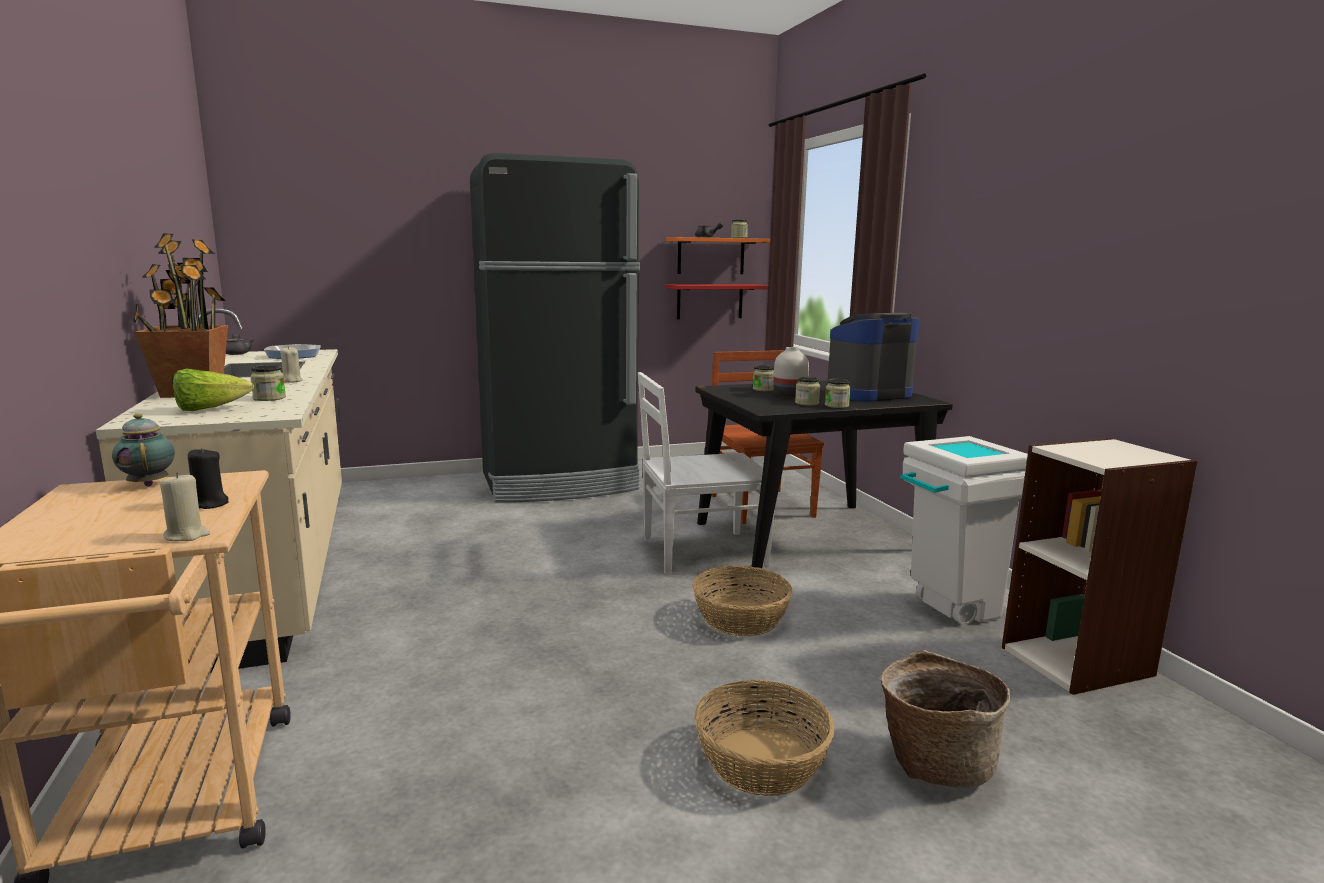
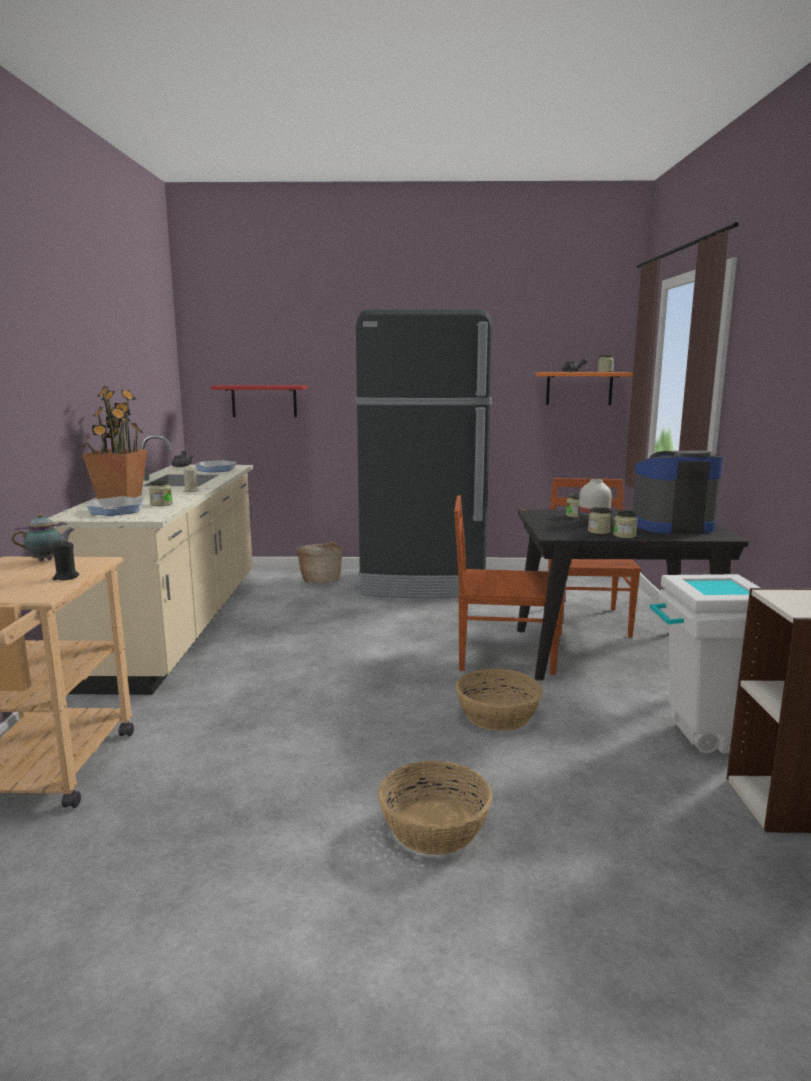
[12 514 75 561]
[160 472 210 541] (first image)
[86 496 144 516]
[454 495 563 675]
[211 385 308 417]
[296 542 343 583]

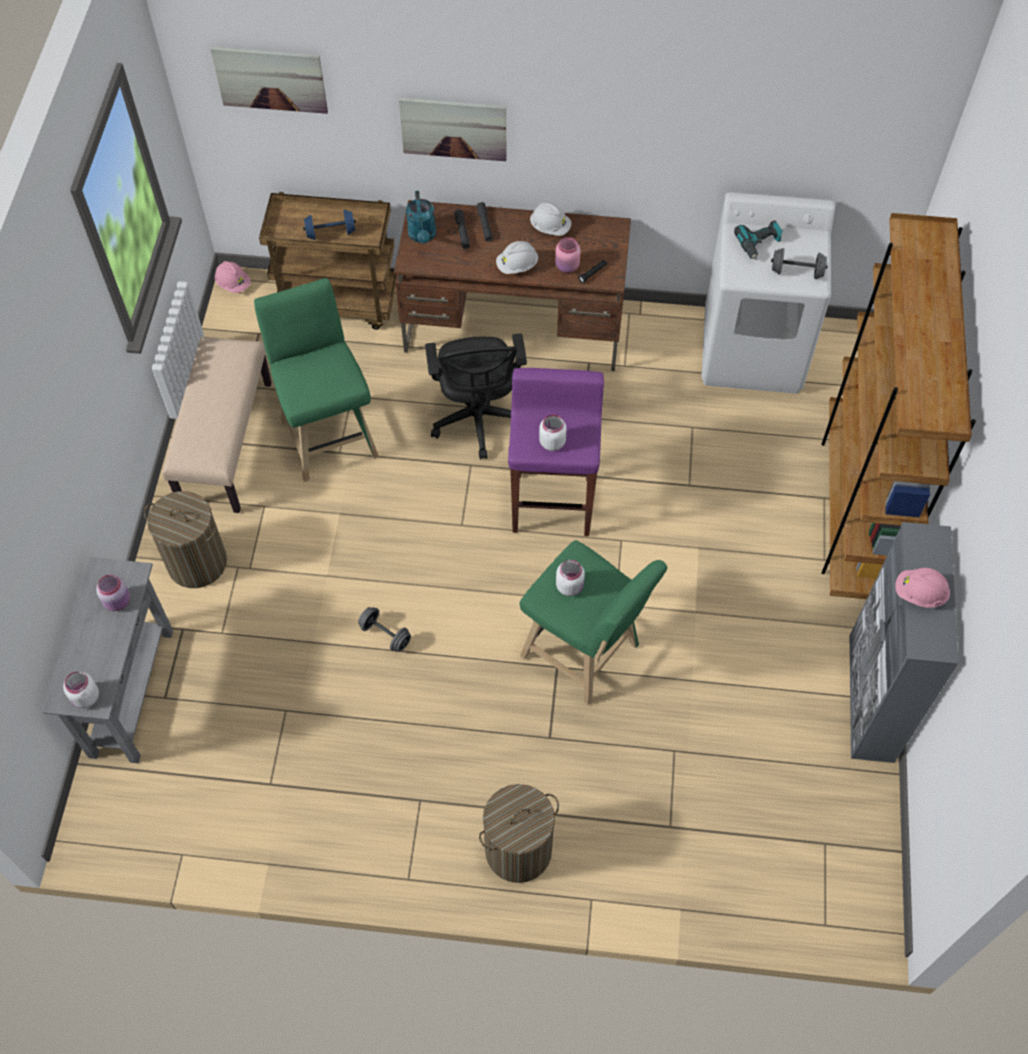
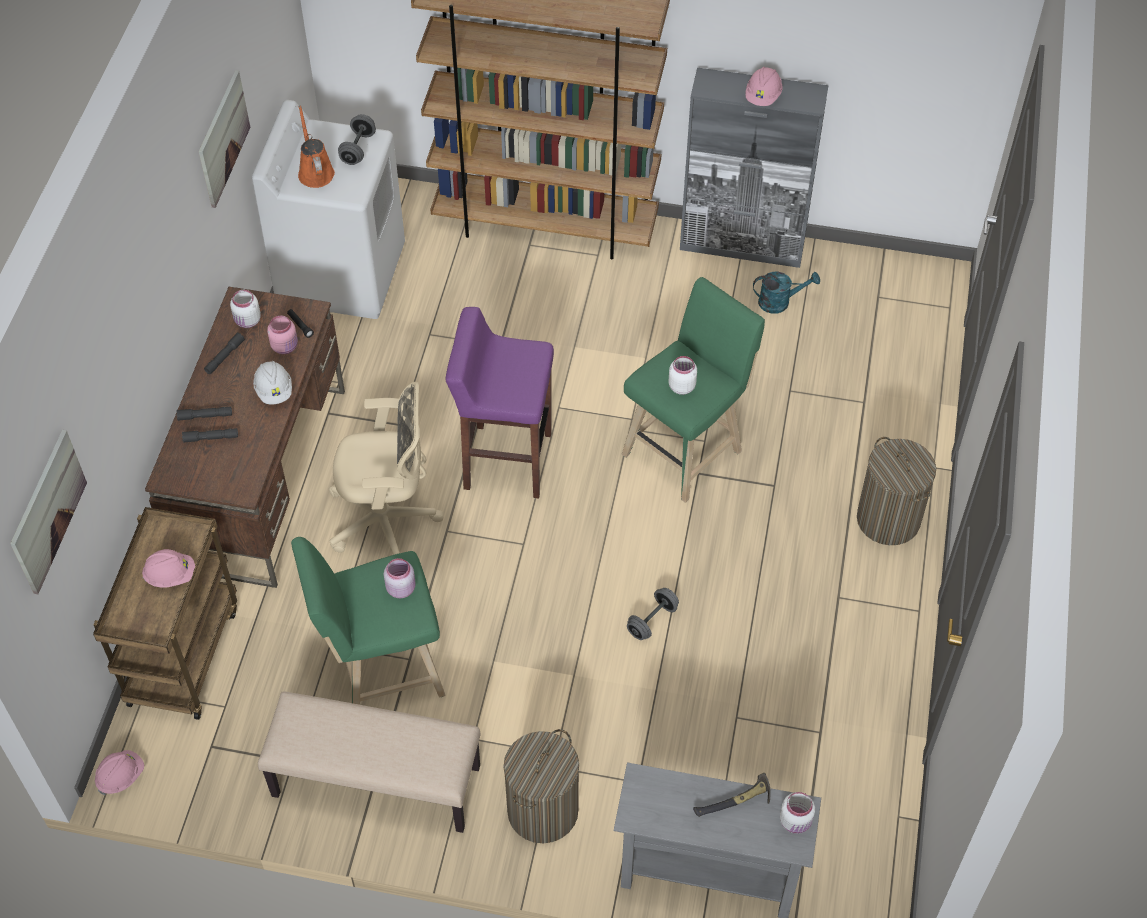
[384 558 416 598]
[142 549 195 588]
[199 70 250 208]
[753 272 820 314]
[329 382 444 555]
[204 333 245 374]
[230 290 261 328]
[298 105 335 188]
[693 773 770 817]

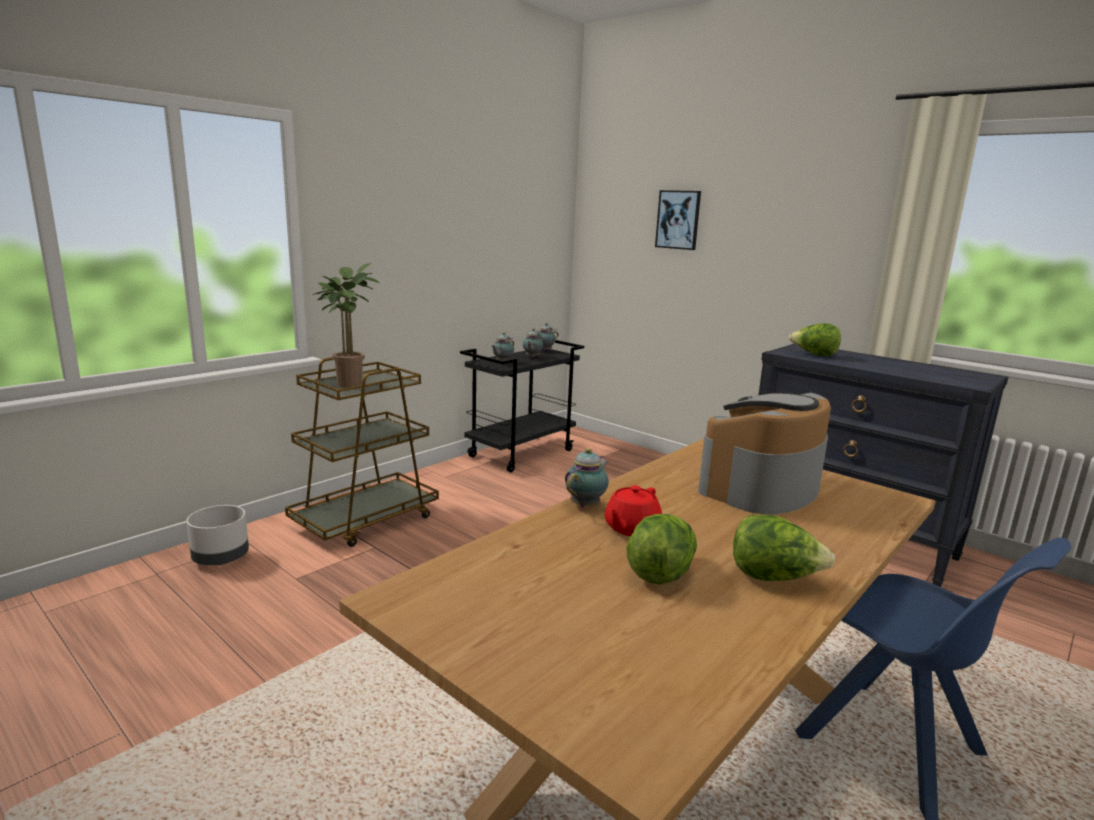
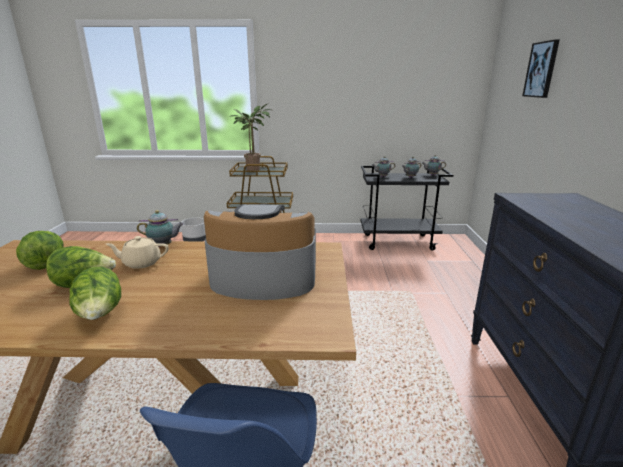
[106 236 169 269]
[16 231 63 270]

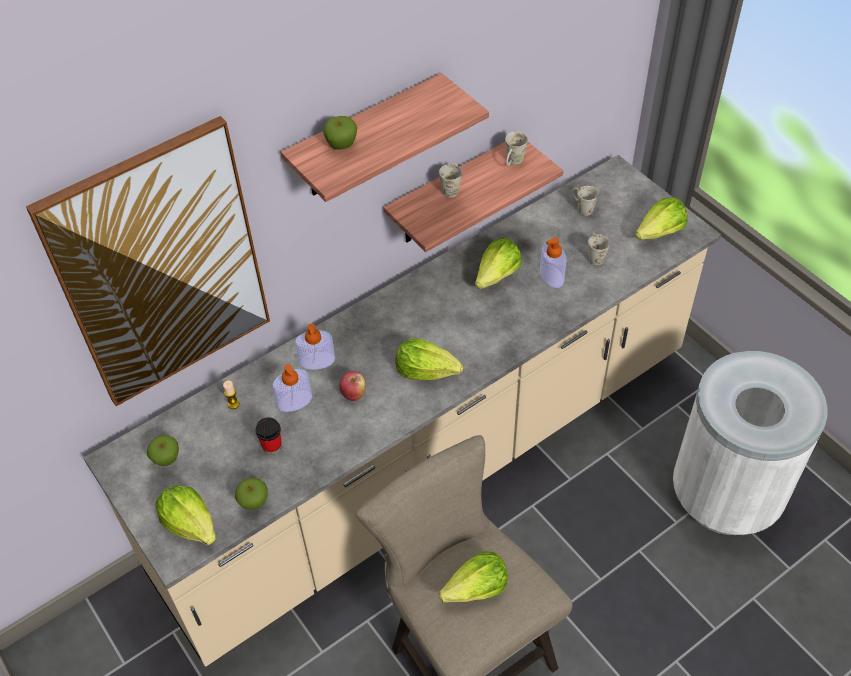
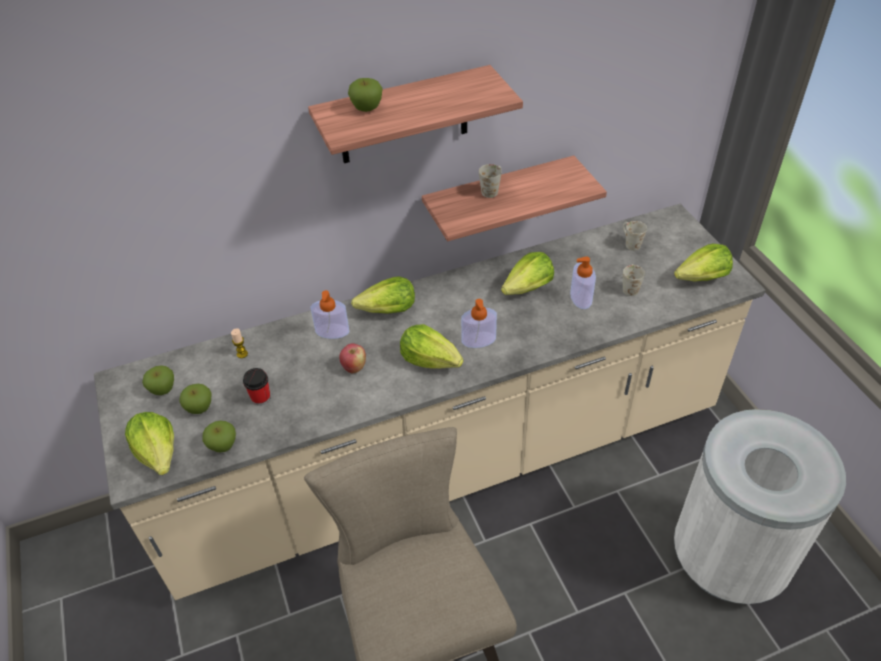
[26 116 270 406] (first image)
[461 299 497 348]
[351 276 415 314]
[505 132 528 166] (first image)
[179 384 211 414]

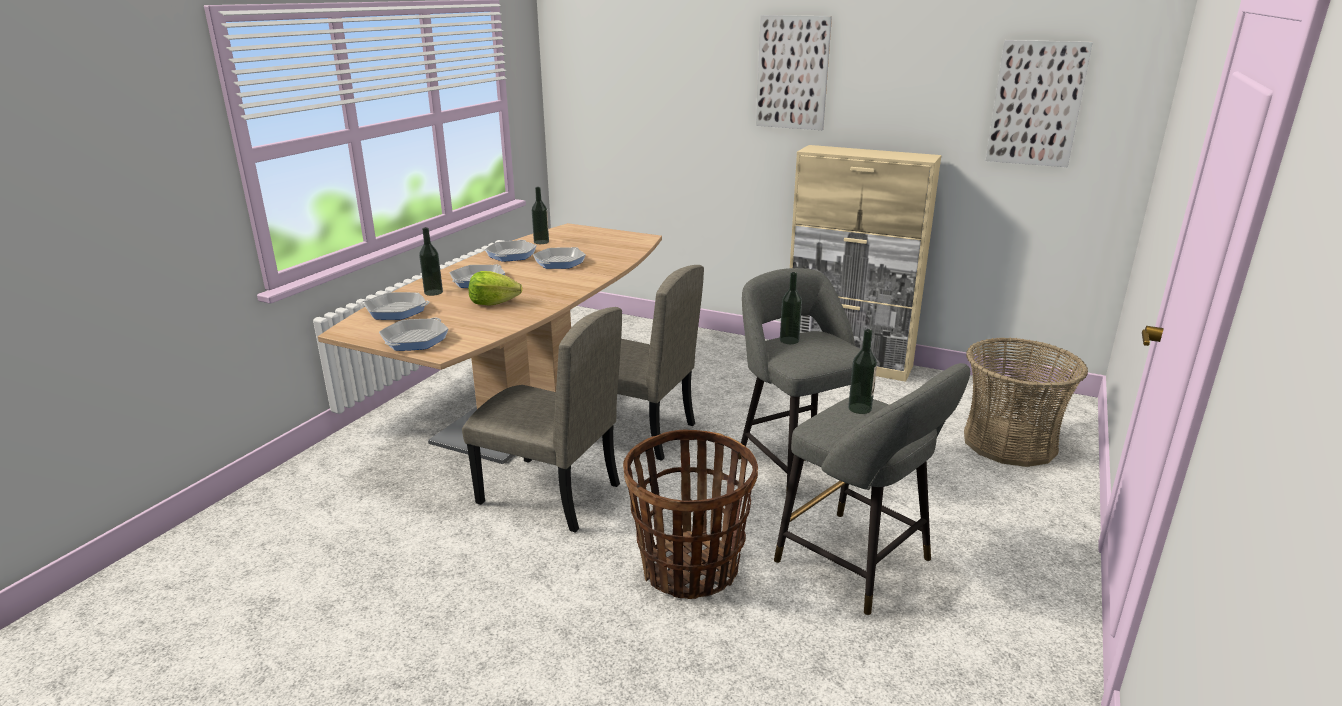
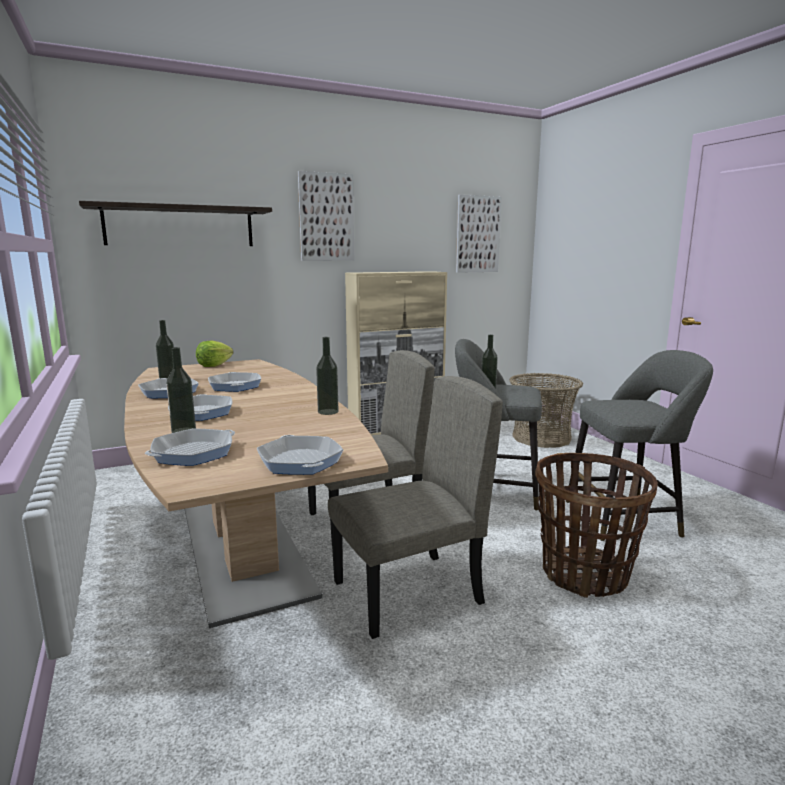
[196 340 233 367]
[316 337 338 415]
[79 201 272 246]

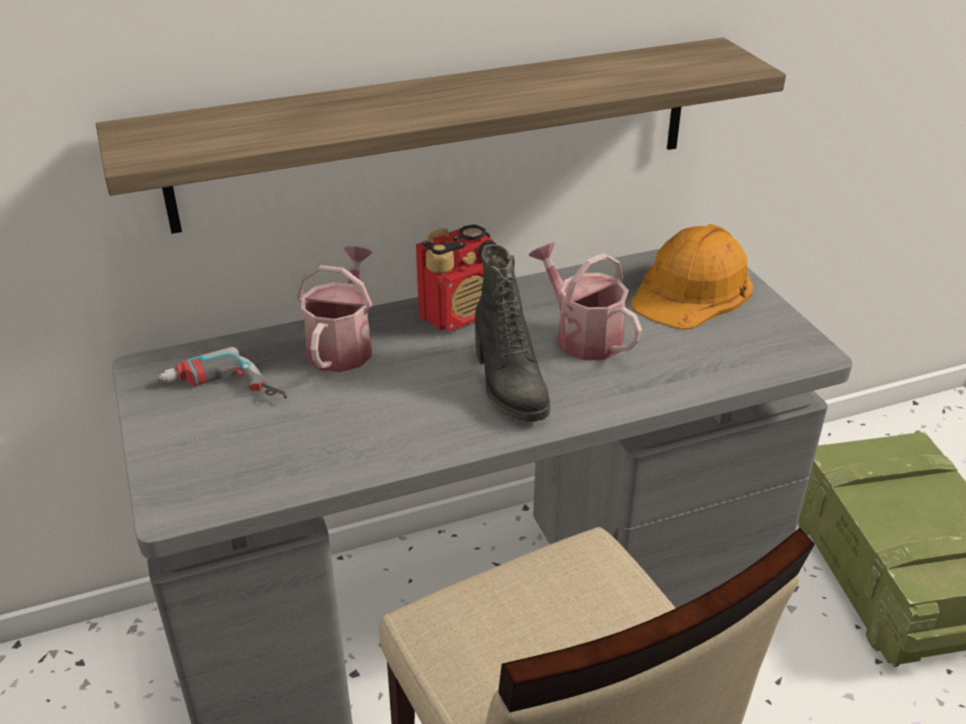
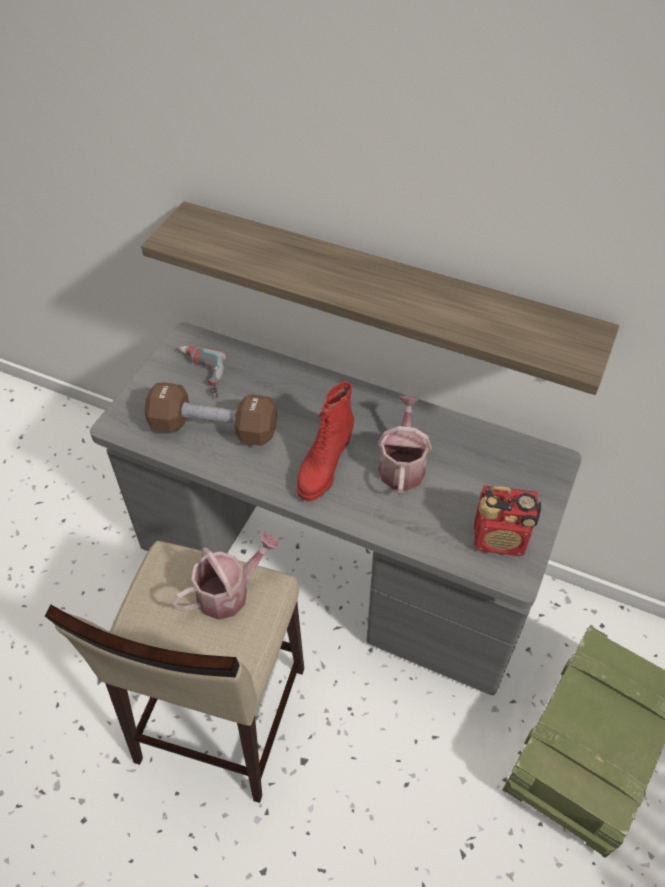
[172 532 280 620]
[474 485 541 556]
[297 381 354 501]
[631 224 753 330] (first image)
[144 382 277 446]

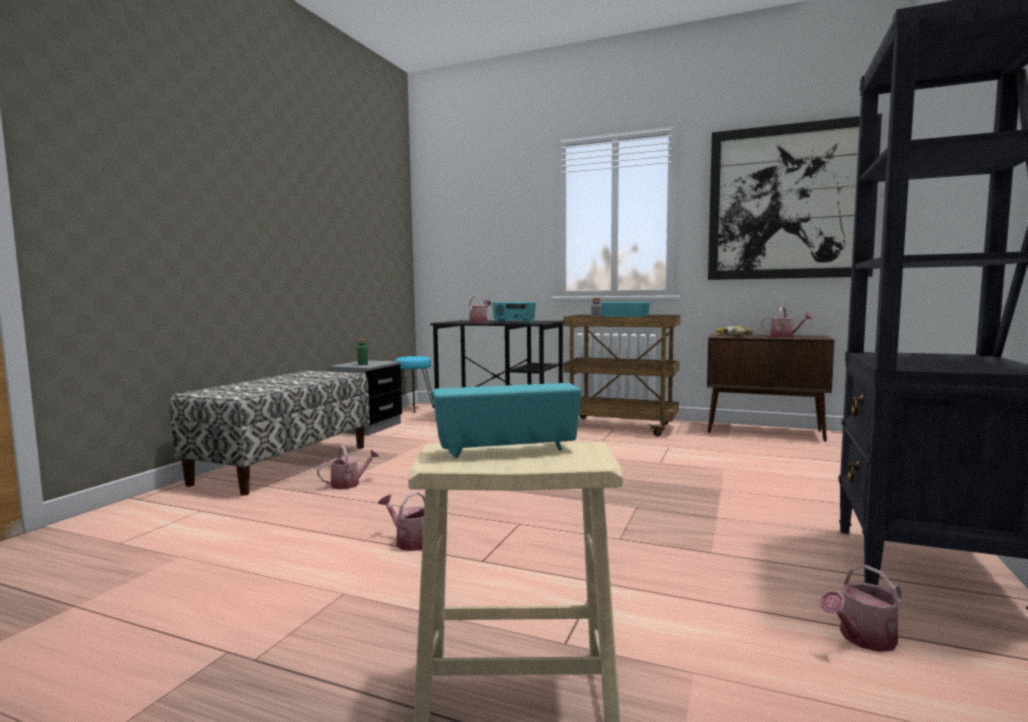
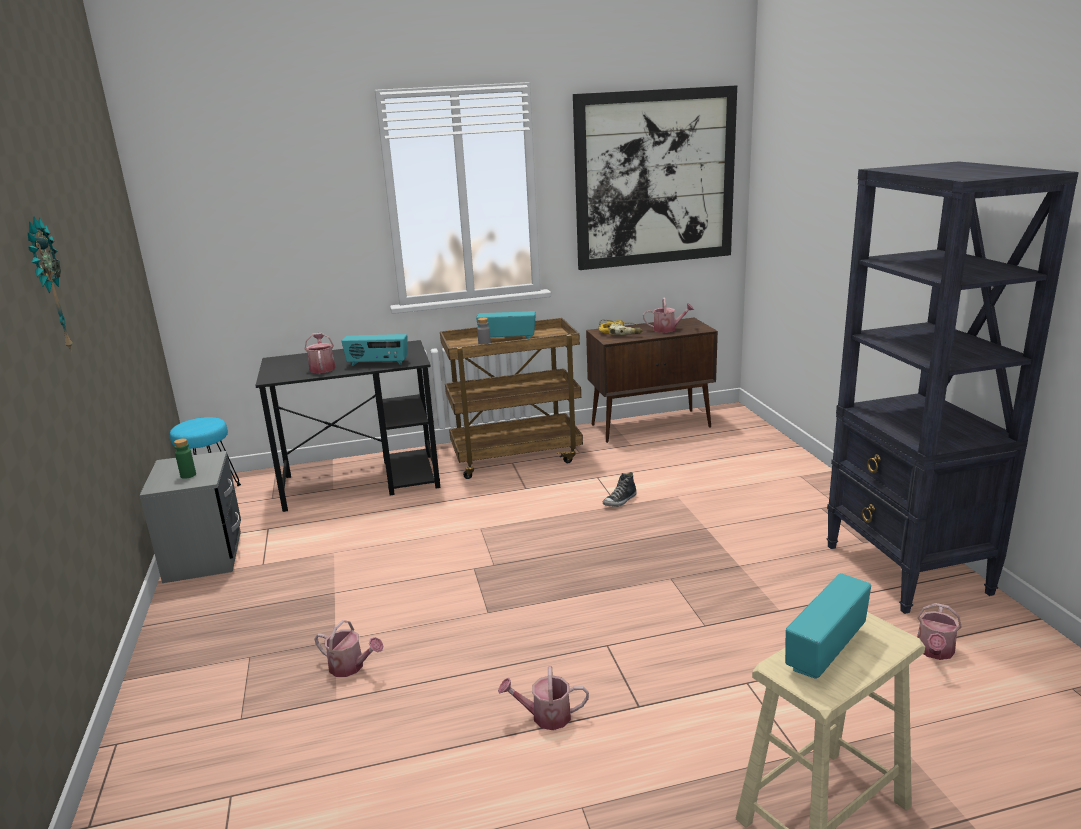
[170 370 370 495] (first image)
[314 620 383 677]
[28 216 73 351]
[603 472 637 507]

